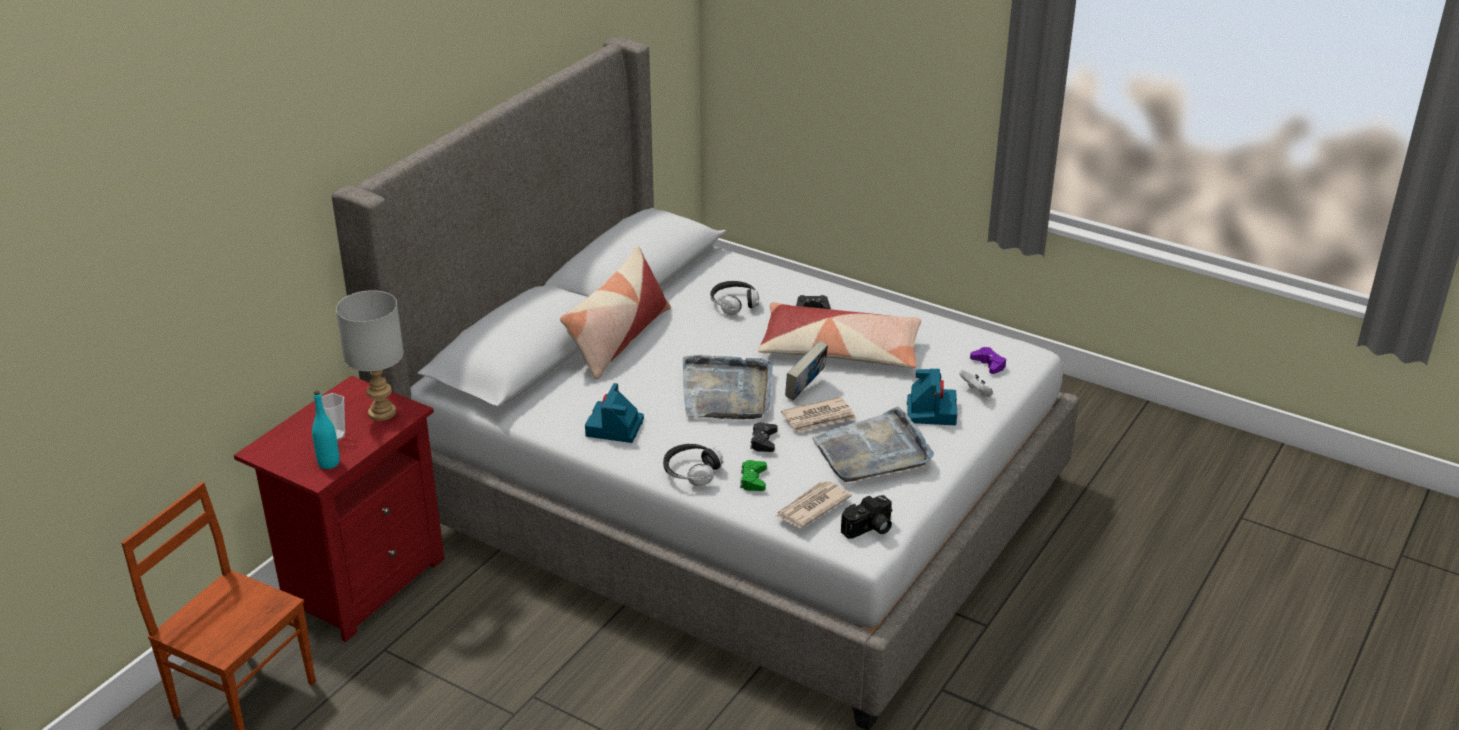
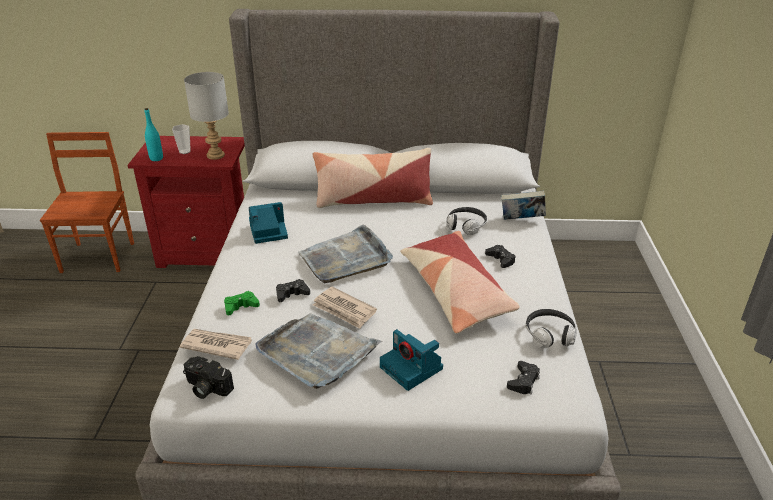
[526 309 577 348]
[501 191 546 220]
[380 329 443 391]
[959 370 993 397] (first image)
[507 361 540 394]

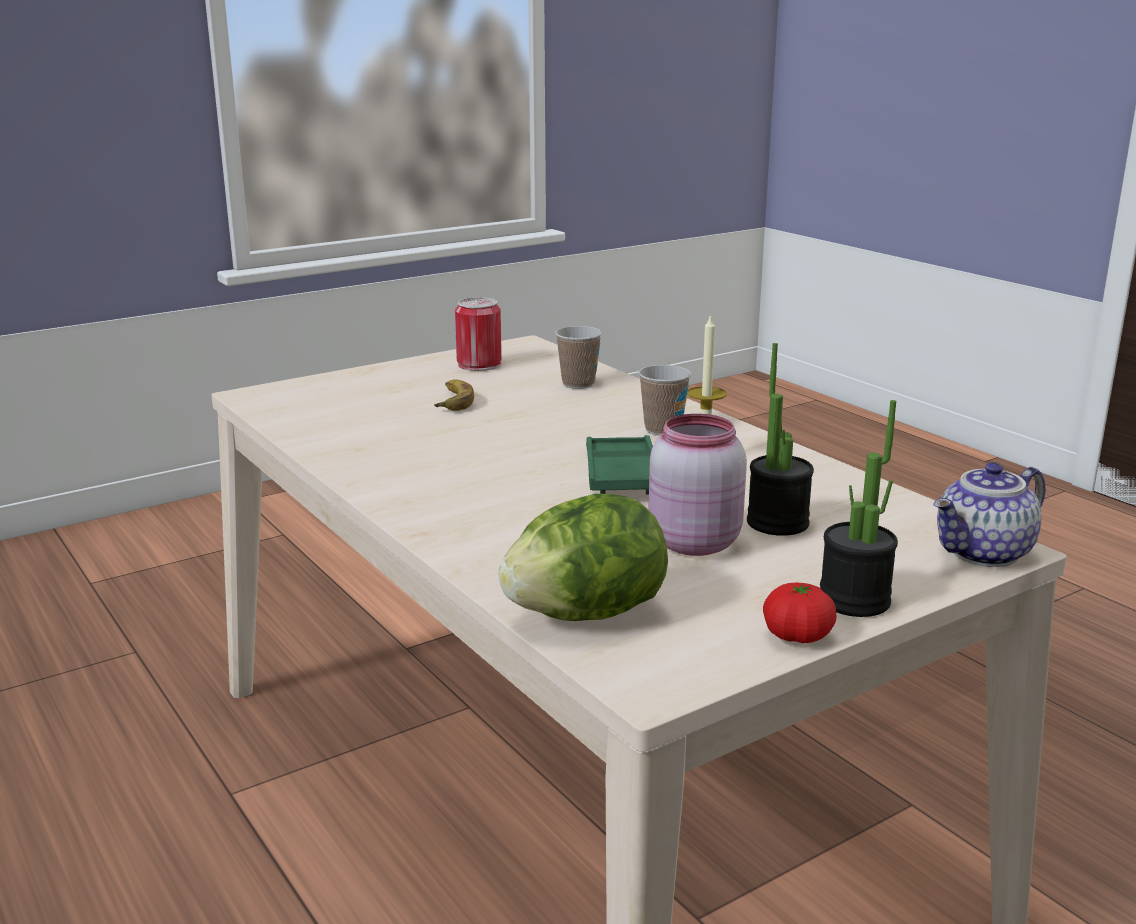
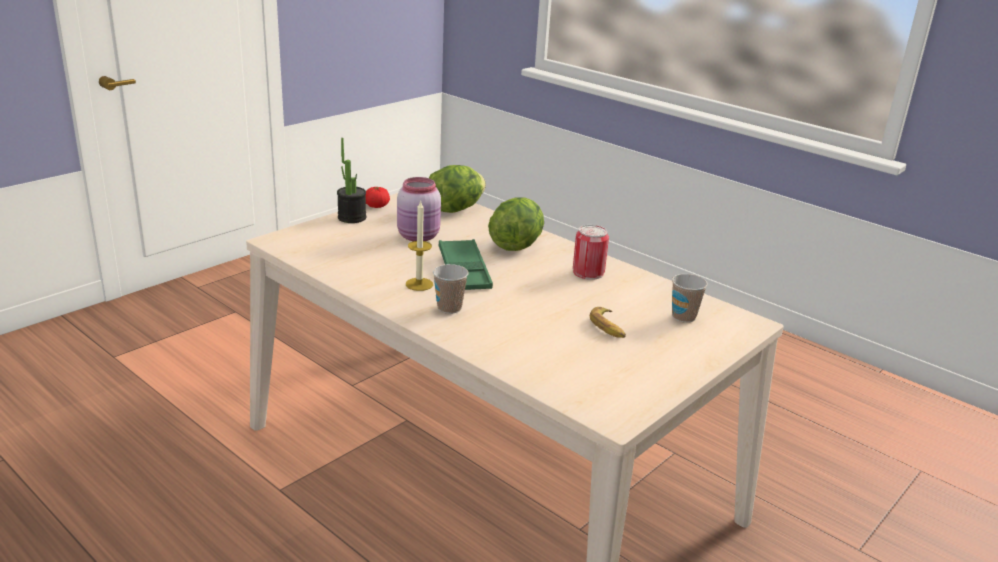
[573 225 609 280]
[672 274 708 323]
[747 343 814 536] (first image)
[933 462 1046 567] (first image)
[488 197 544 251]

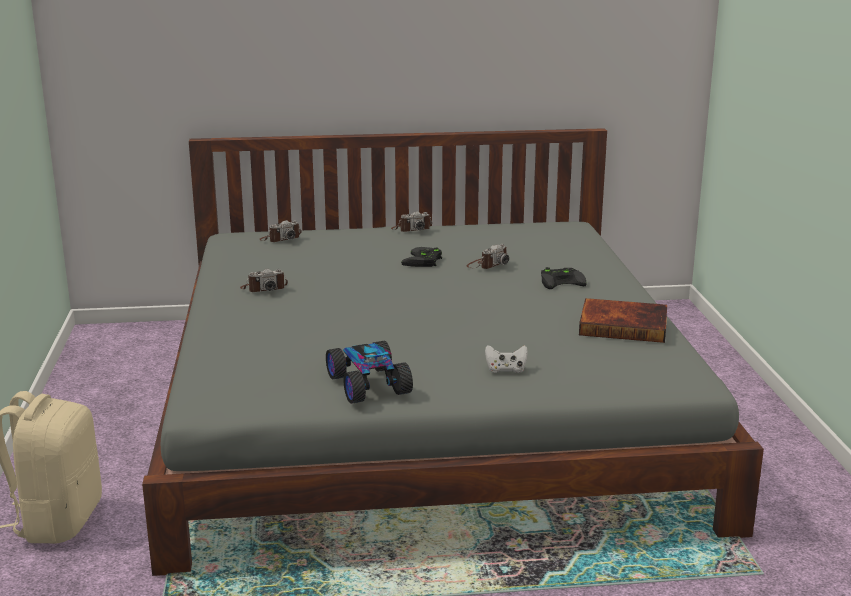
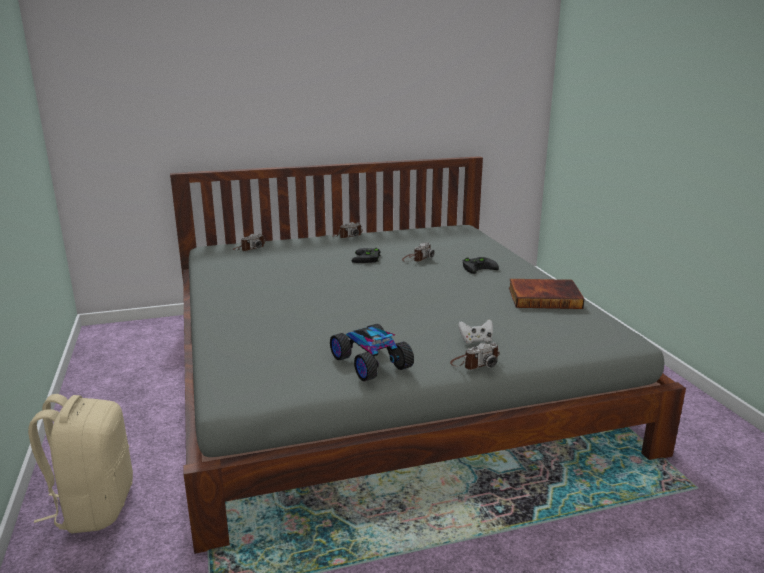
[450 342 500 370]

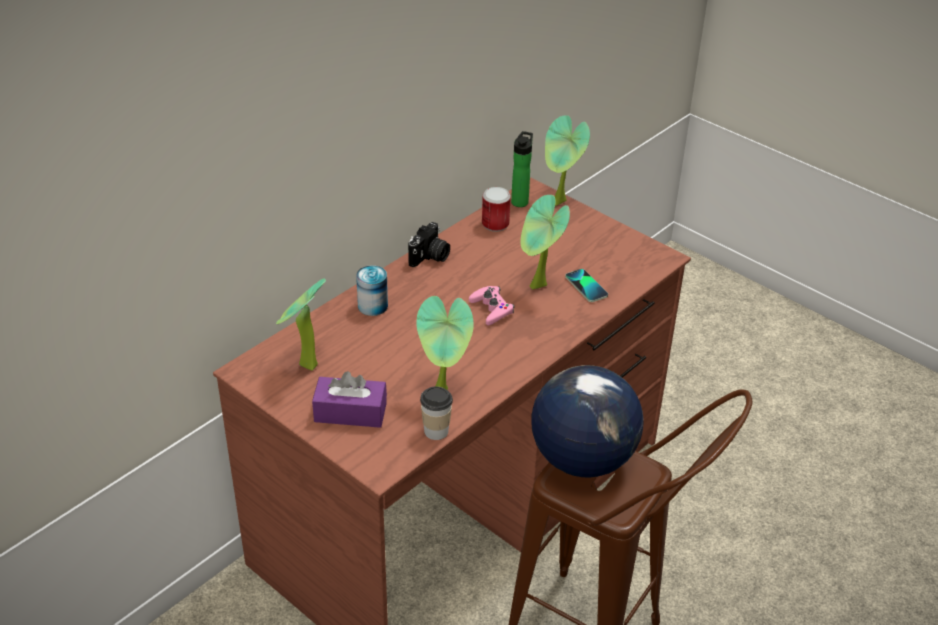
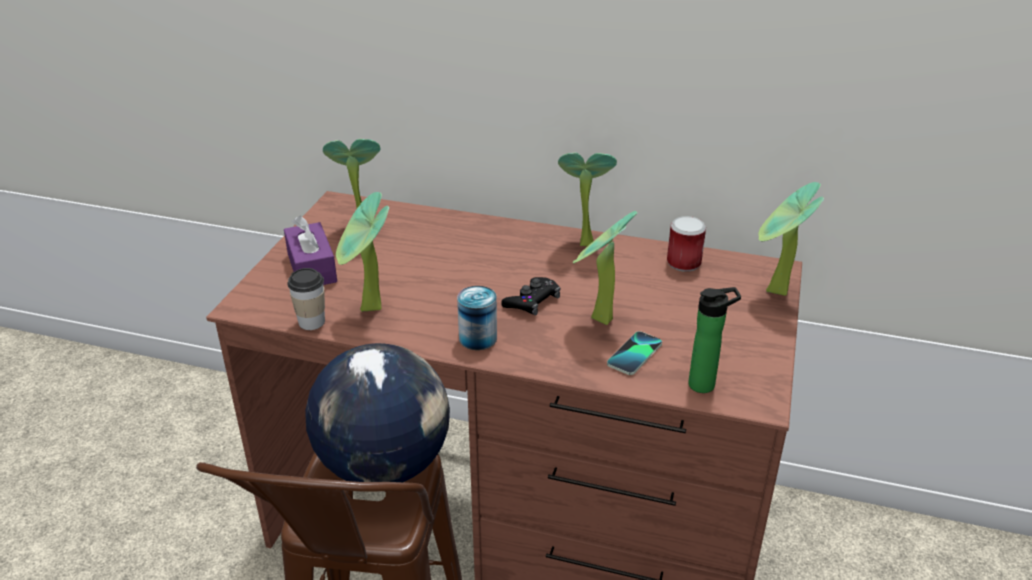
[457 286 497 350]
[558 153 617 246]
[501 277 561 316]
[688 287 741 393]

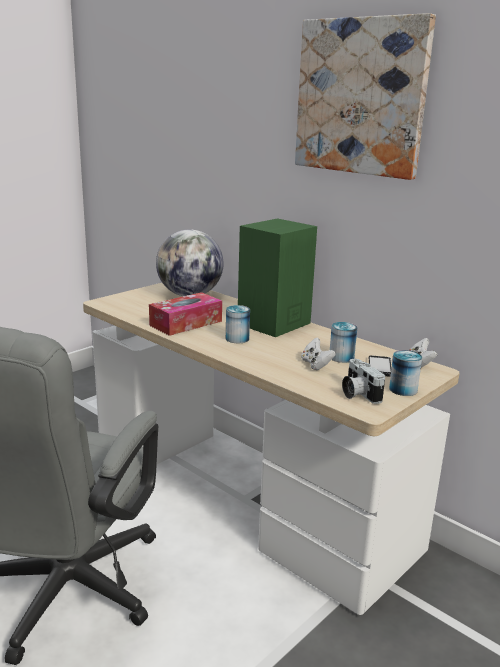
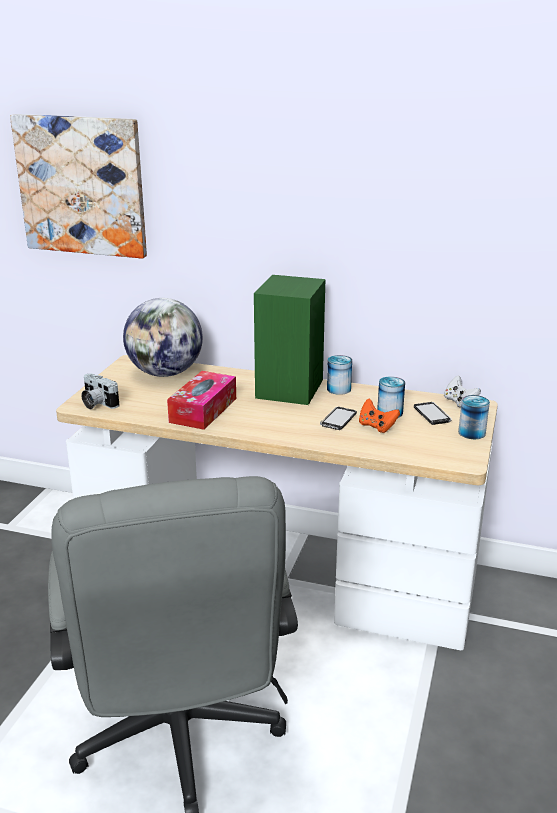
[327 355 352 395]
[10 114 147 259]
[359 399 400 433]
[81 374 119 409]
[320 407 357 430]

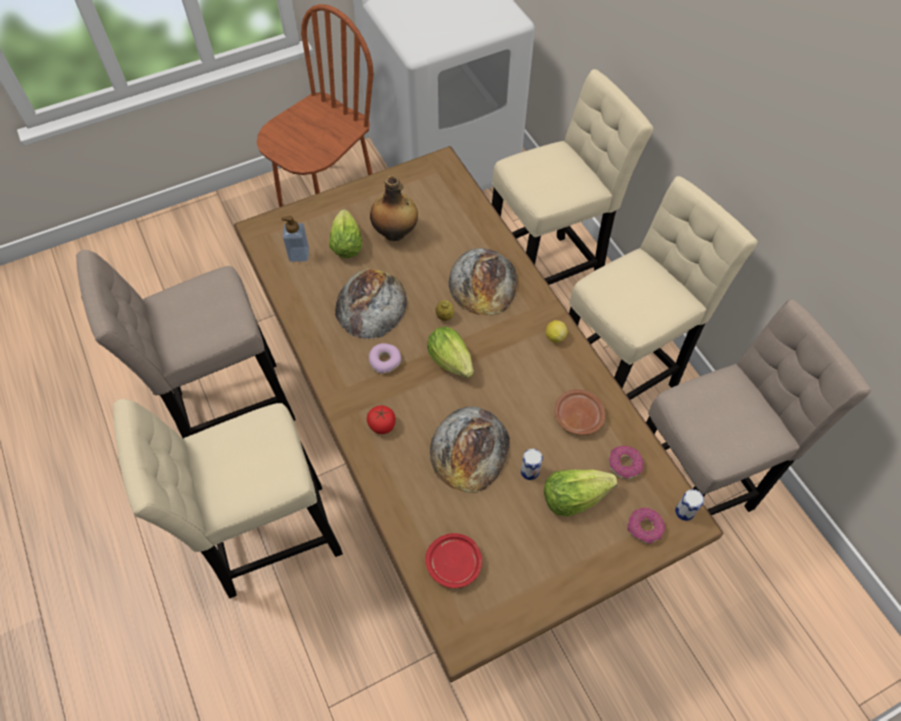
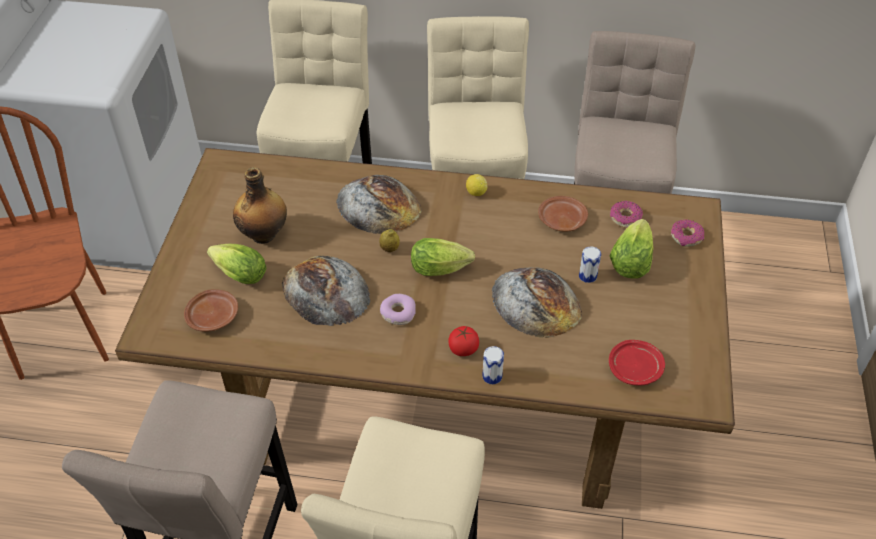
[184 289 238 331]
[482 346 504 384]

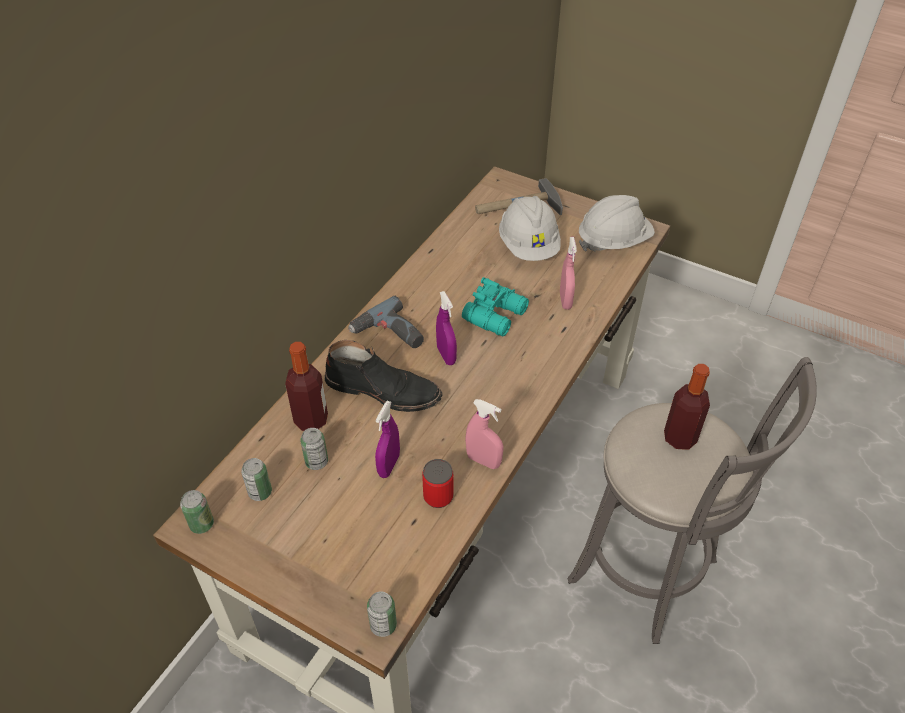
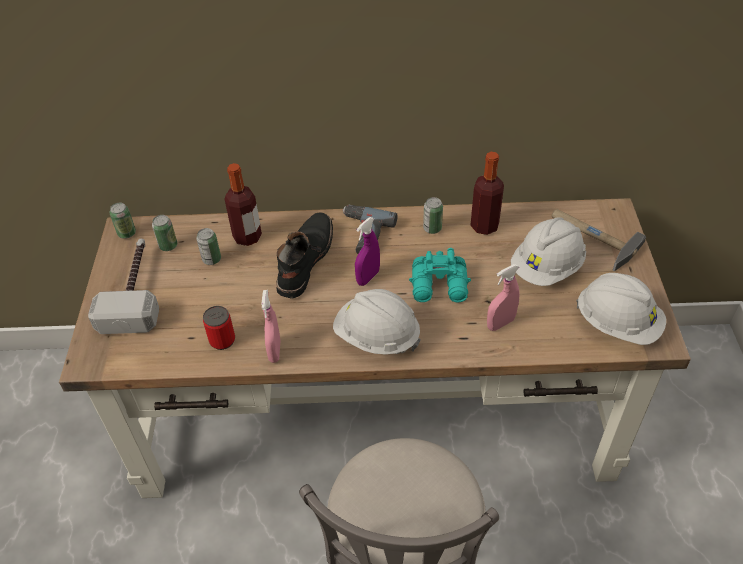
[277 212 333 298]
[423 197 443 234]
[375 401 400 478] (first image)
[470 152 504 235]
[88 239 159 334]
[333 289 421 355]

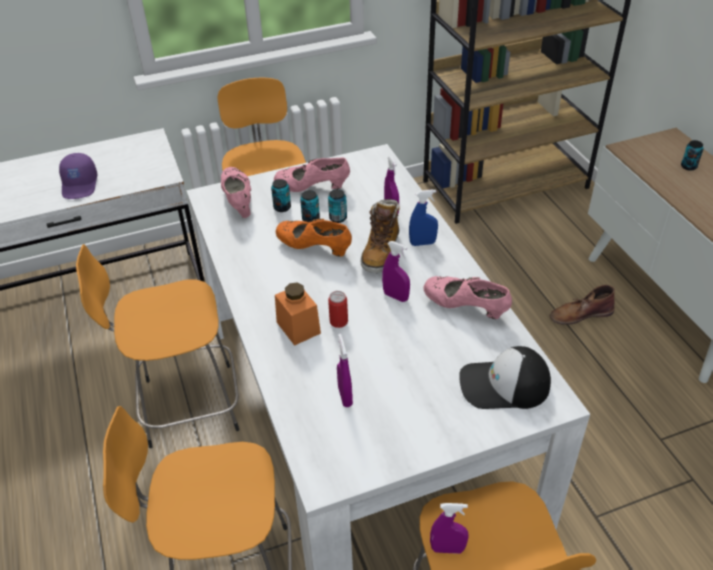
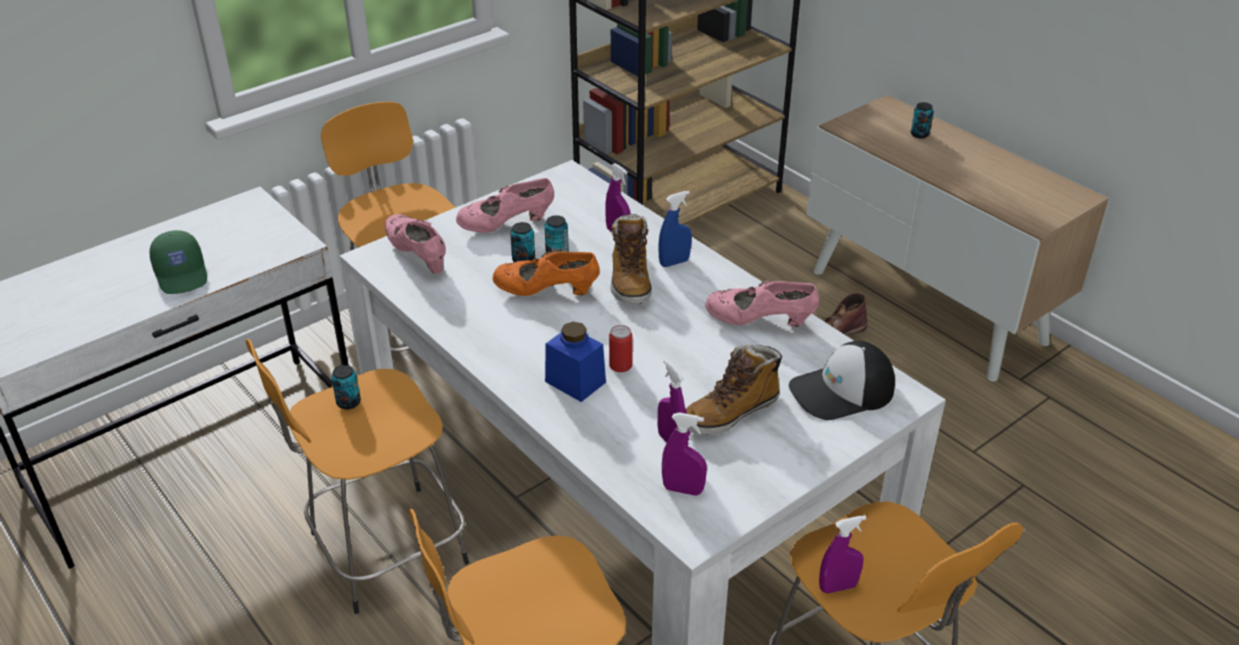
[150 230 207 294]
[331 365 361 409]
[545 322 606 402]
[662 412 707 495]
[686 344 782 435]

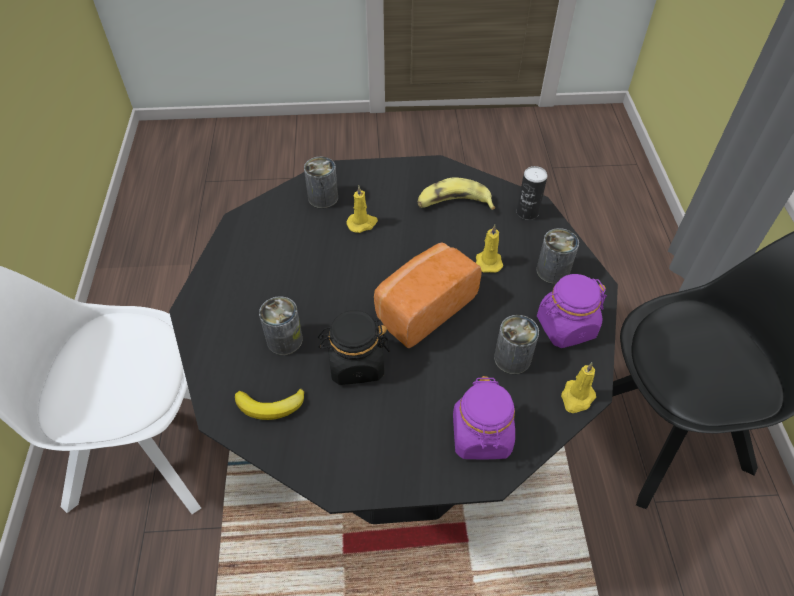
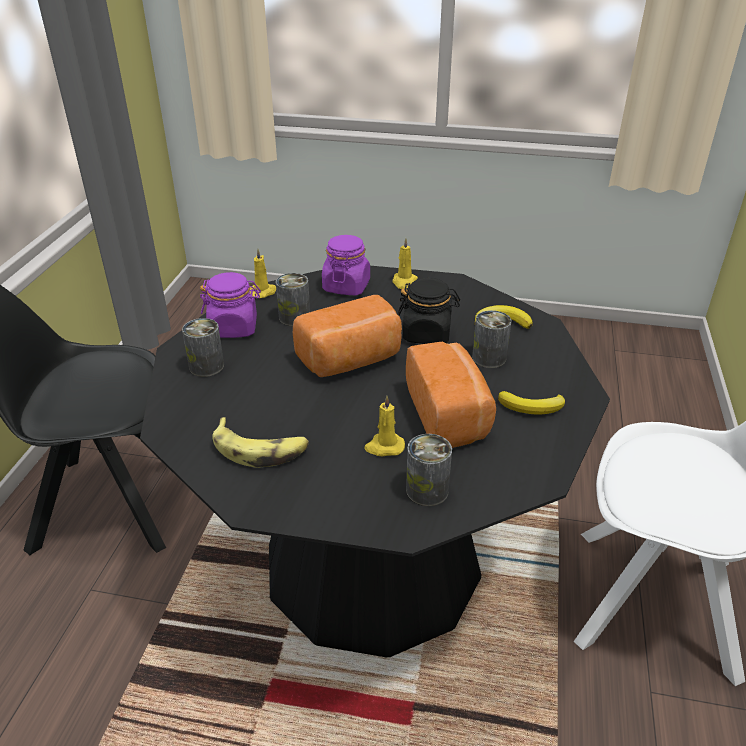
[392 238 418 289]
[517 166 547 220] (first image)
[406 342 496 448]
[498 391 565 414]

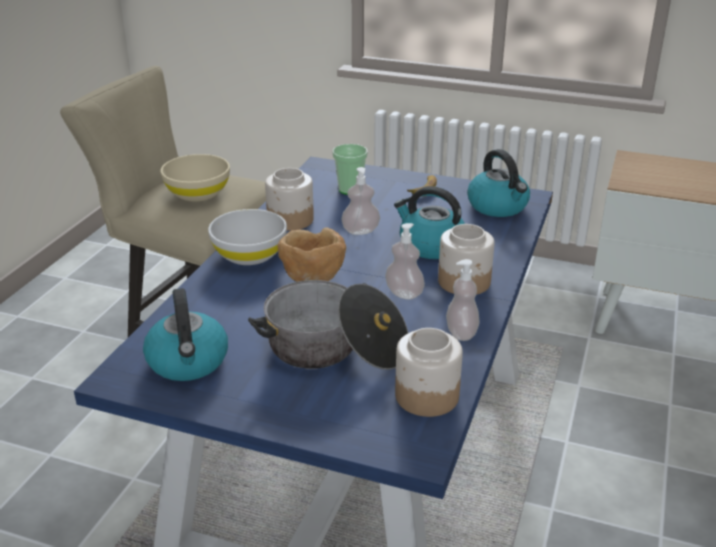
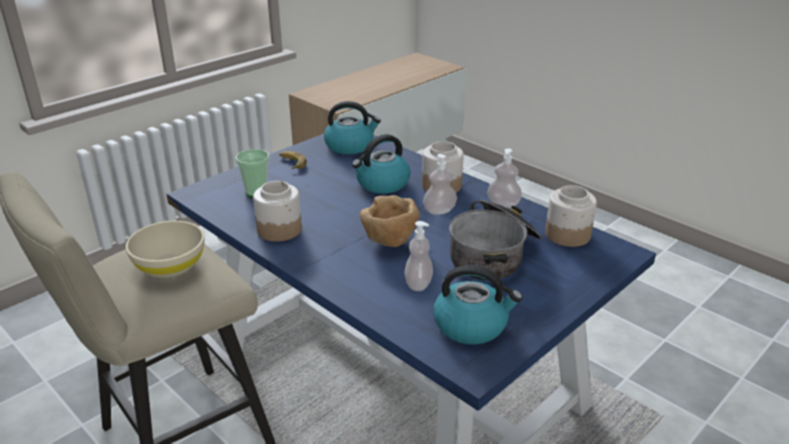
[208 209 287 265] (first image)
[404 221 433 291]

